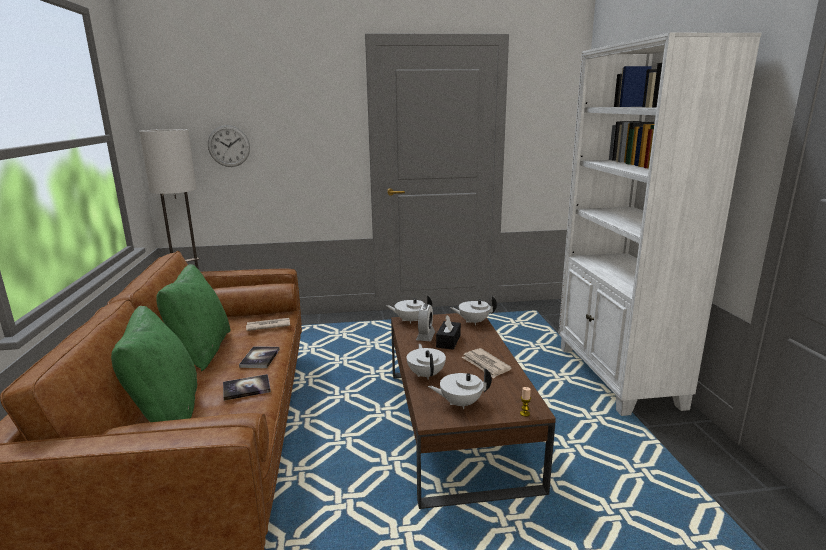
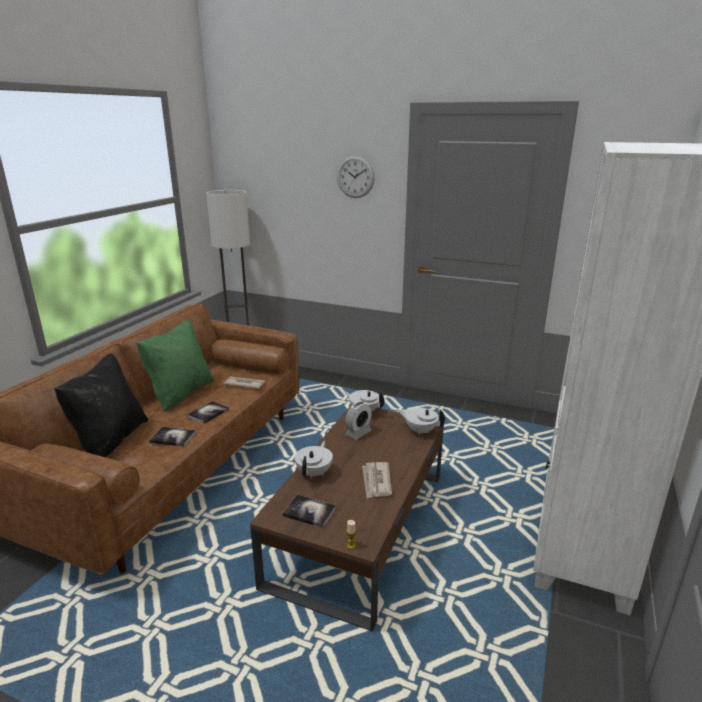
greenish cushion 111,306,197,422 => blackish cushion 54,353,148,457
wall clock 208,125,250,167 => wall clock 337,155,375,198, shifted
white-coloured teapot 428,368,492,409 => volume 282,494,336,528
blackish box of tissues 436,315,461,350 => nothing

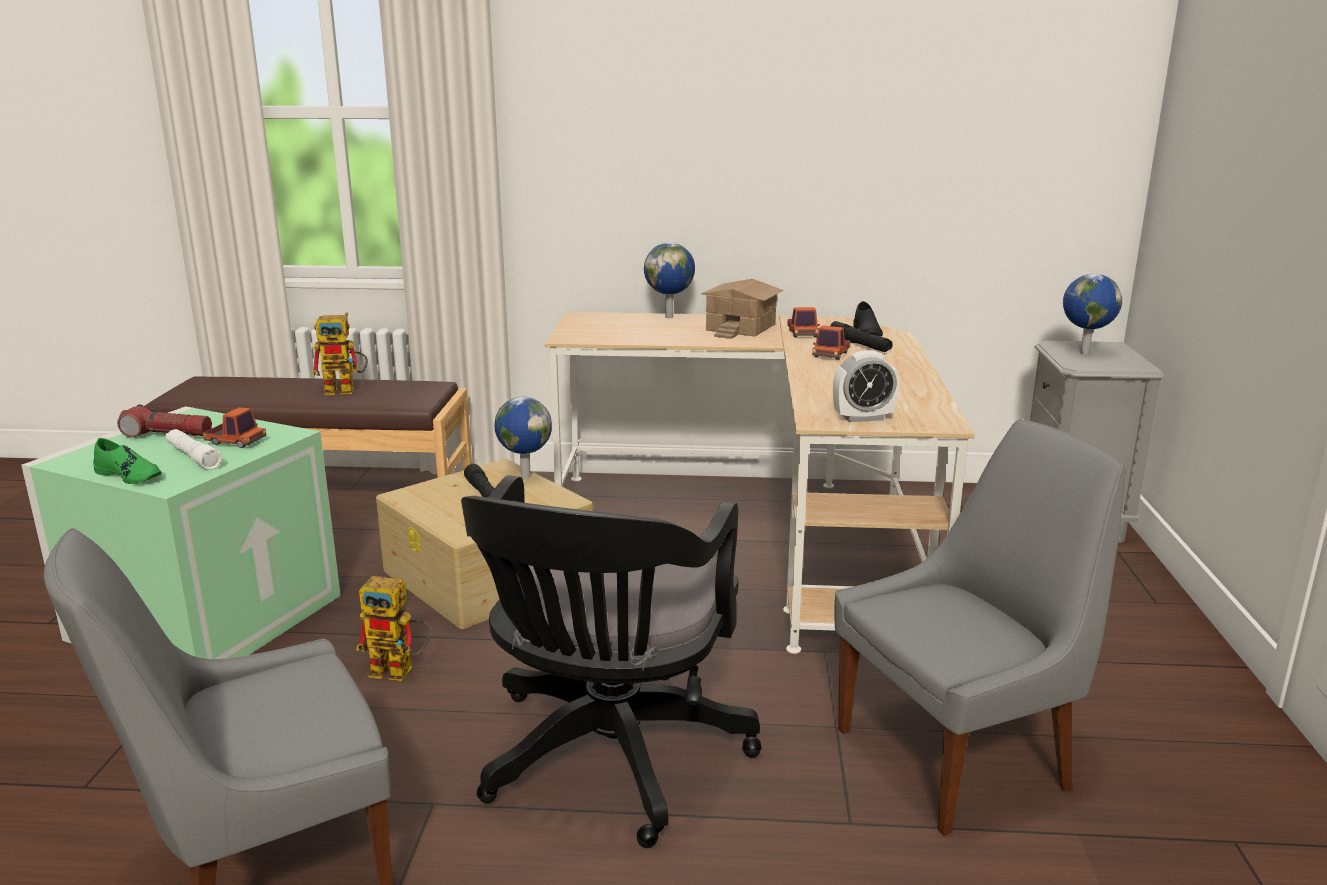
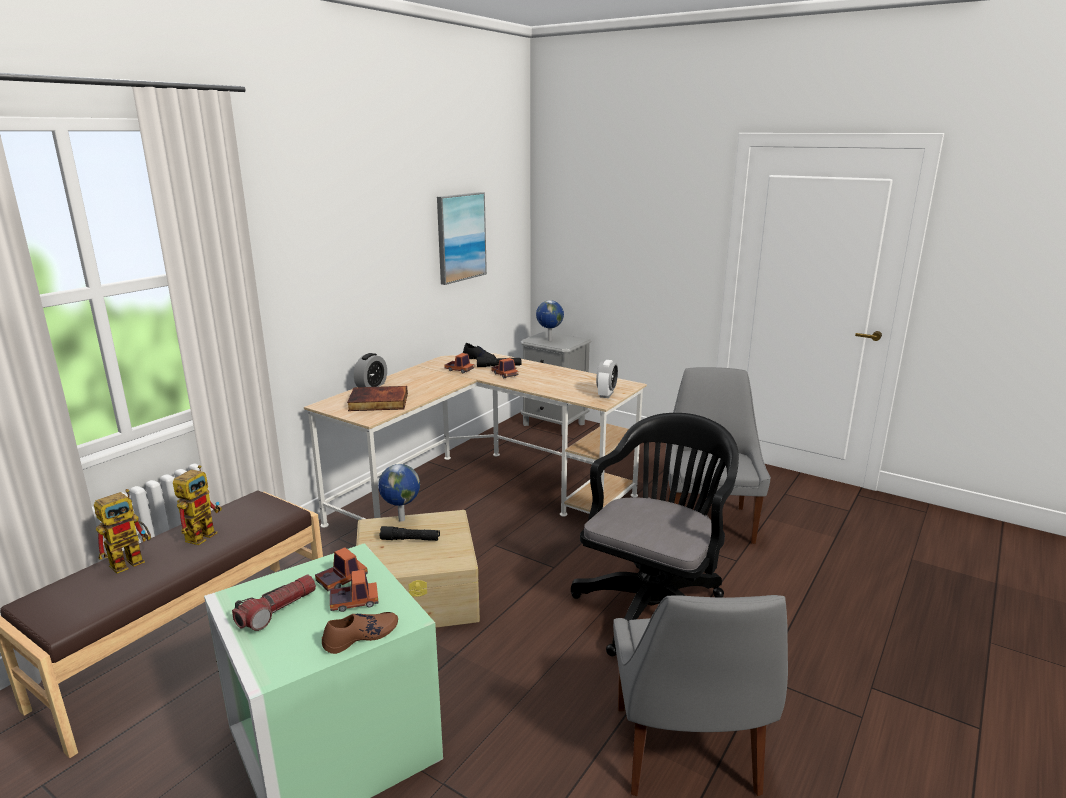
greenish item of footwear 93,438,162,484 => brownish item of footwear 322,612,398,654
white-coloured torch 165,429,222,470 => model truck 330,569,379,612
toy robot 356,576,432,681 => toy robot 94,489,151,574, shifted
blackish office chair 461,475,762,848 => blackish office chair 571,413,739,656, 105 degrees counterclockwise
world globe 644,242,695,318 => bedside clock 354,353,387,387
model house 701,279,784,339 => nothing
nothing => volume 347,386,408,411
nothing => picture 437,192,487,285

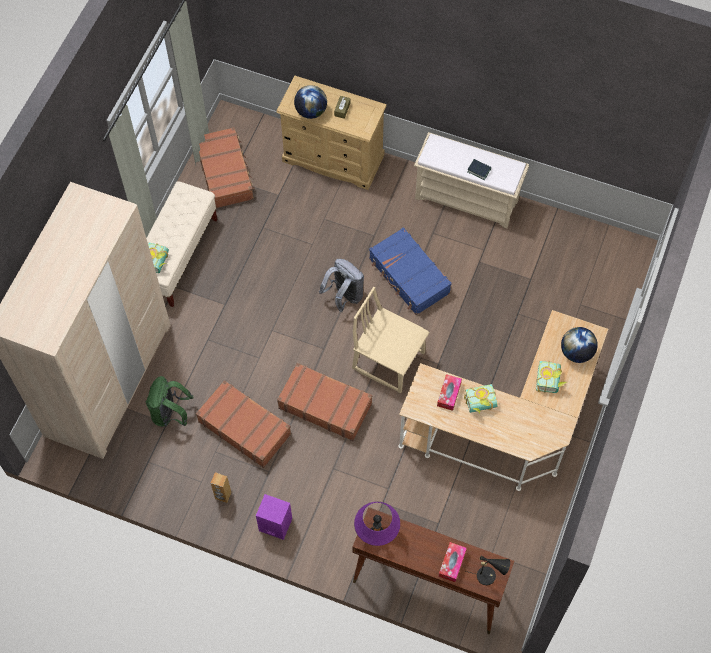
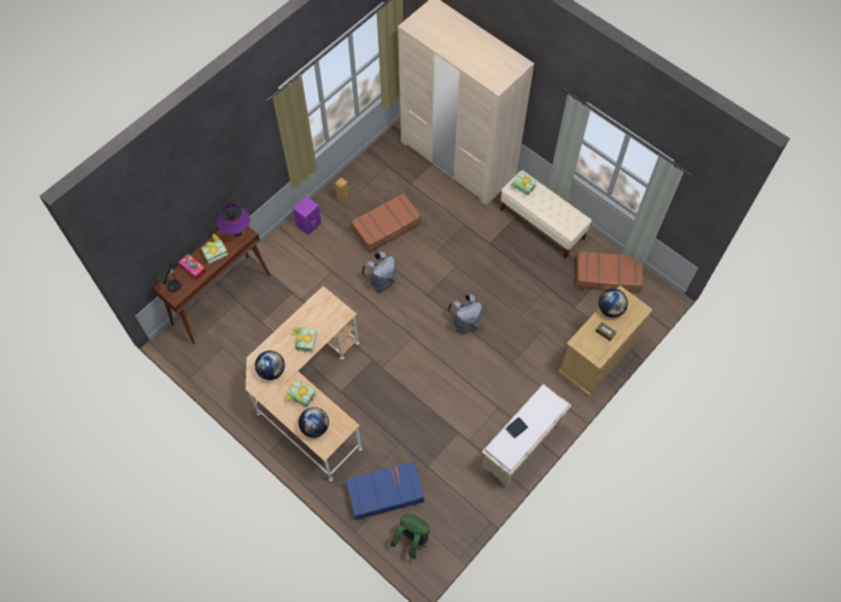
greenish knapsack 146,376,194,427 => greenish knapsack 390,514,430,560, shifted
brownish suitcase 277,363,372,441 => grey knapsack 361,251,397,293
sand-coloured chair 352,287,430,393 => nothing
blue suitcase 369,227,452,315 => blue suitcase 346,461,424,520, shifted
box of tissues 437,374,462,411 => nothing
nothing => volume 201,234,228,264
nothing => world globe 255,351,285,380

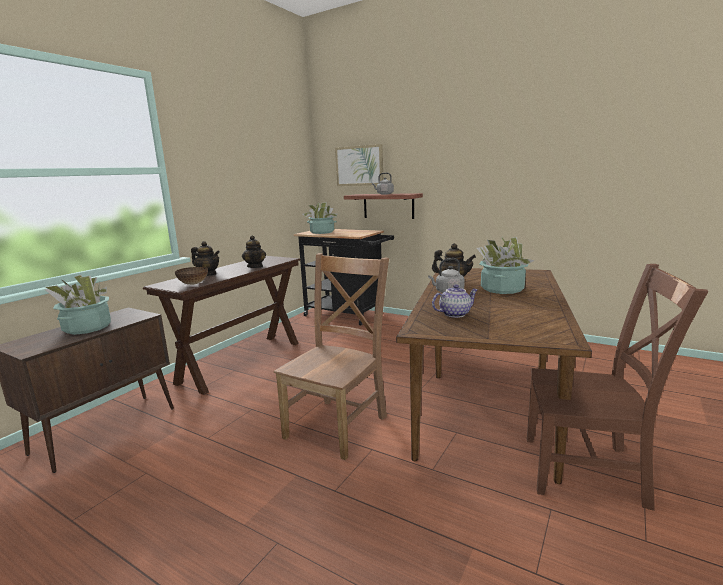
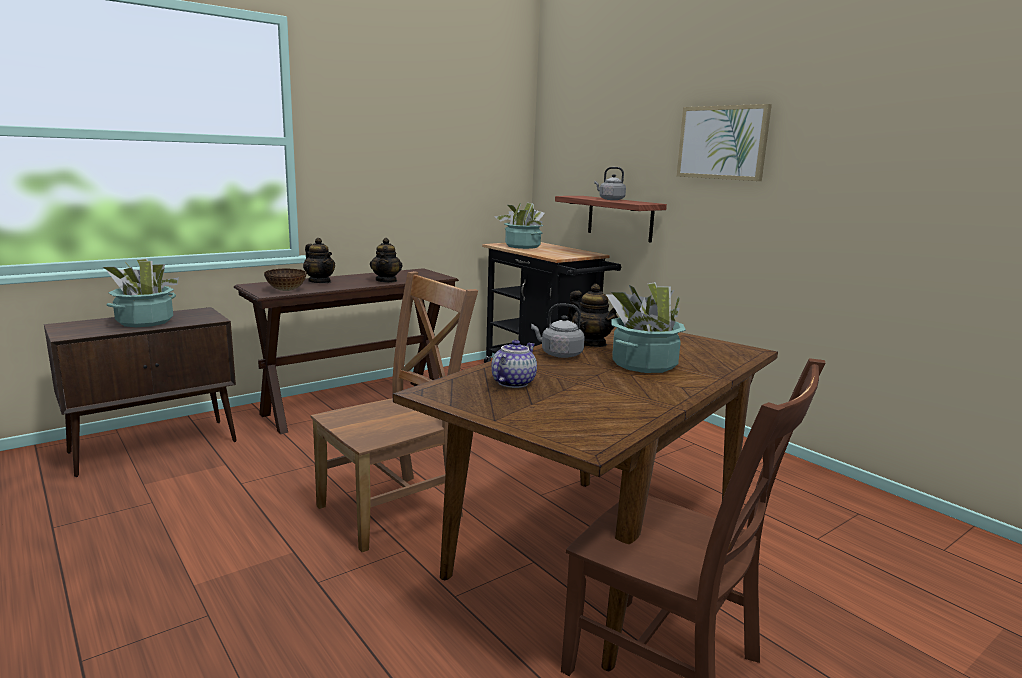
picture 335,144,383,186 => picture 677,104,772,181, shifted
teapot 432,285,478,318 => teapot 491,340,537,388, 60 degrees counterclockwise

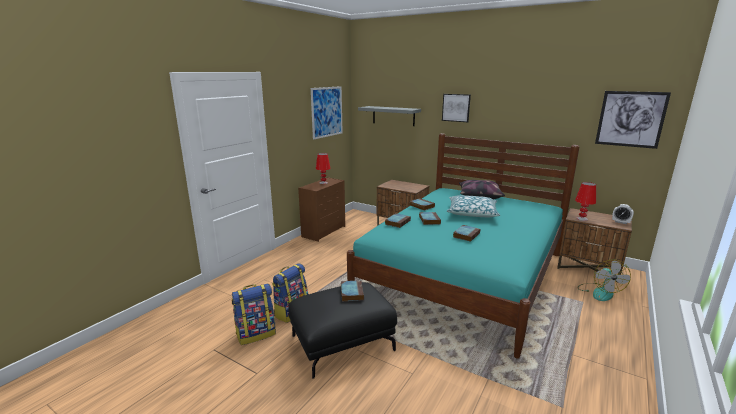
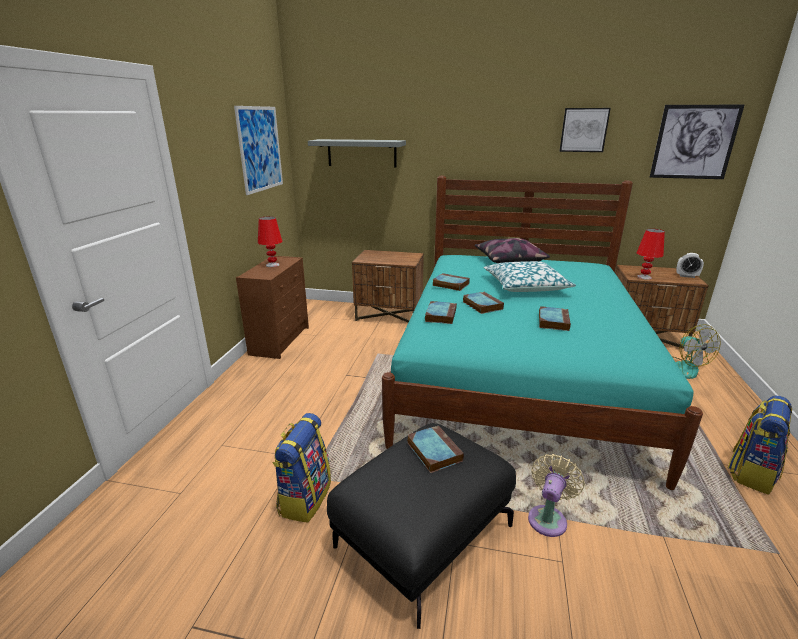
knapsack 232,284,276,345 => knapsack 728,396,792,495, shifted
picture 442,94,471,122 => picture 559,108,611,152, shifted
nothing => sand-coloured electric fan 528,454,585,537

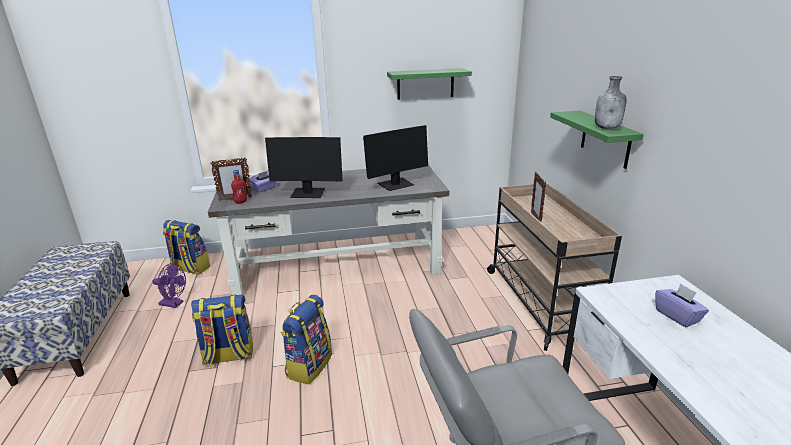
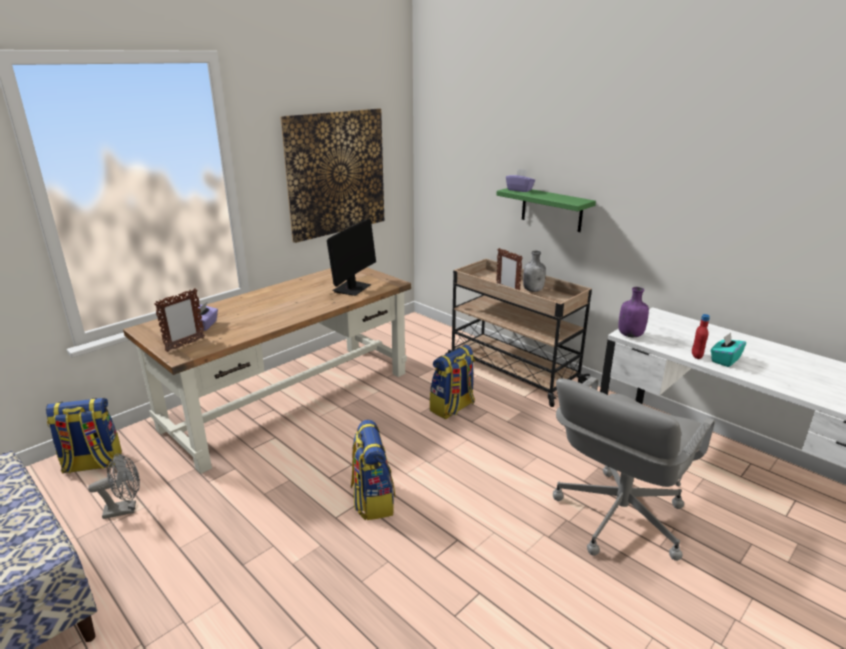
purplish electric fan 152,263,186,308 => grey electric fan 88,453,140,519
knapsack 191,295,253,365 => knapsack 430,345,475,419, shifted
grey desk 208,165,449,295 => brownish desk 123,267,411,474
reddish beverage bottle 231,170,247,204 => reddish beverage bottle 692,314,710,359, shifted
computer screen 265,137,343,198 => nothing
greenish shelf 387,68,472,100 => picture 280,108,384,243
grey beverage bottle 595,76,627,129 => grey beverage bottle 523,251,546,292, shifted
purplish box of tissues 655,284,709,327 => purplish box of tissues 506,169,535,192, shifted
nothing => purplish beverage bottle 618,287,649,337
nothing => turquoise-coloured box of tissues 711,333,746,367

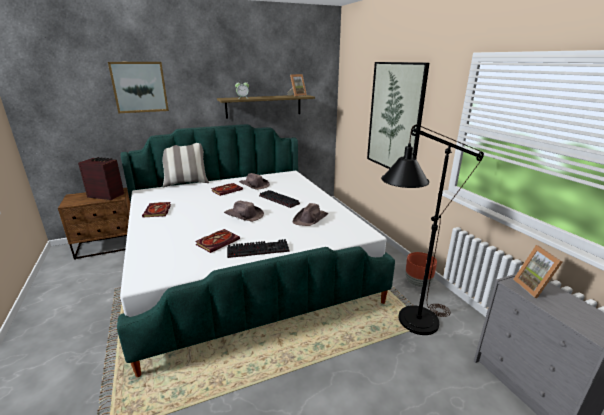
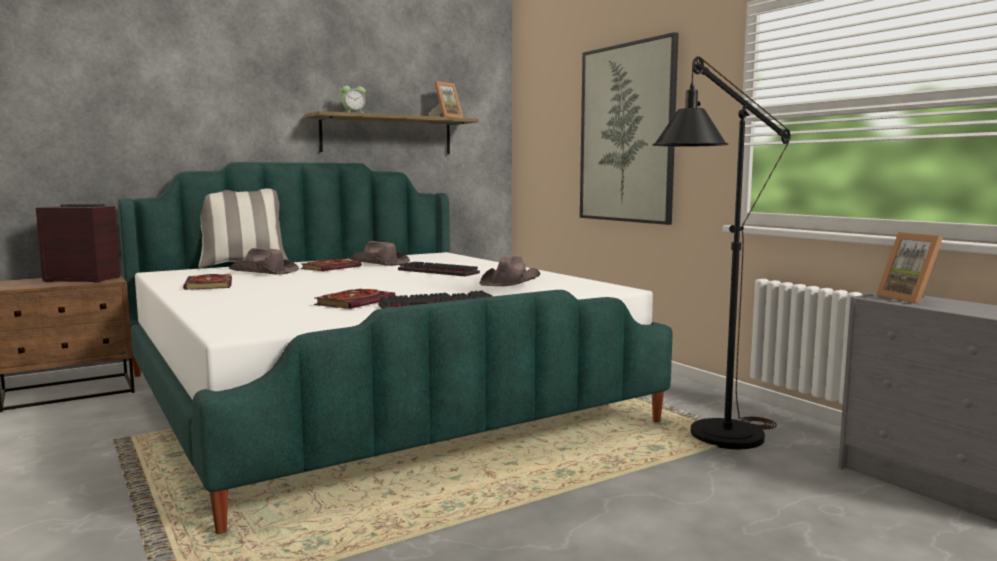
picture 108,62,169,113 => nothing
brownish hat 224,201,264,222 => brownish hat 229,248,299,274, shifted
brownish planter 405,252,437,287 => nothing

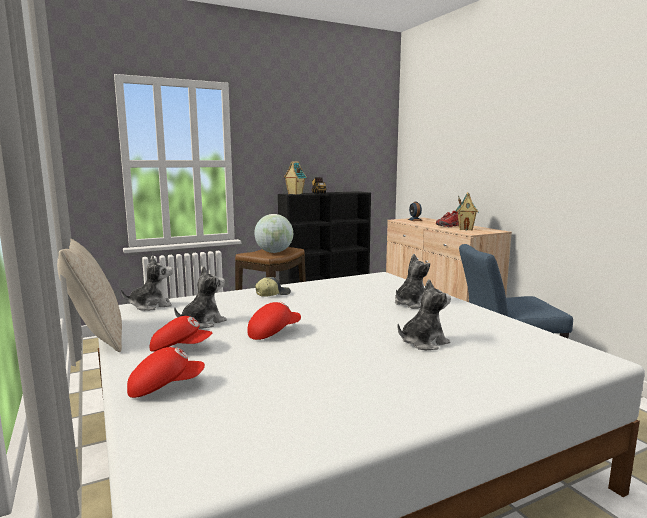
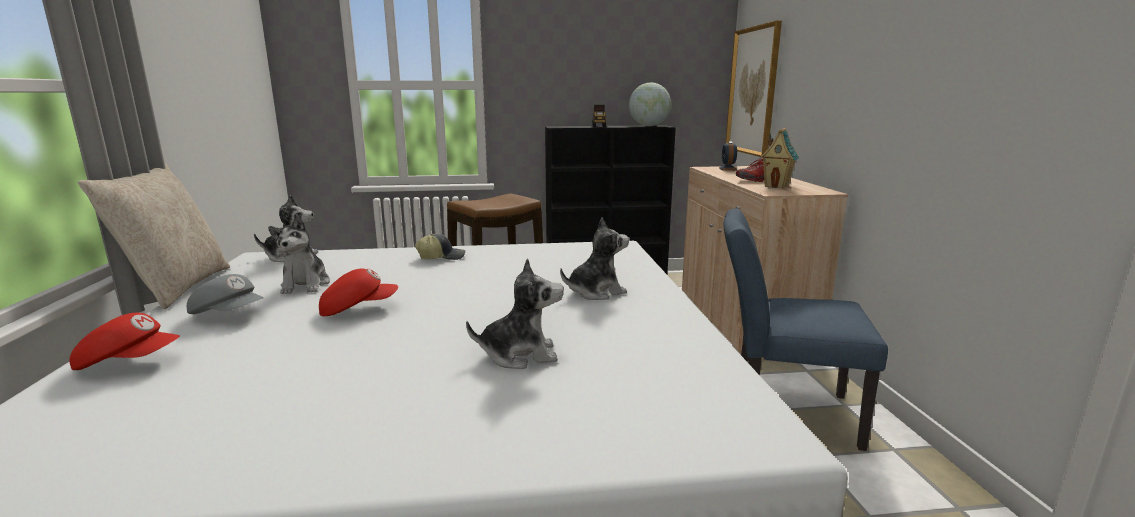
reddish peaked cap 150,316,212,352 => grey peaked cap 187,274,264,314
cuddly toy 174,266,227,329 => cuddly toy 268,215,330,294, 105 degrees clockwise
world globe 254,214,293,253 => world globe 629,83,671,126, shifted
model house 284,162,307,195 => nothing
nothing => picture 725,21,782,157

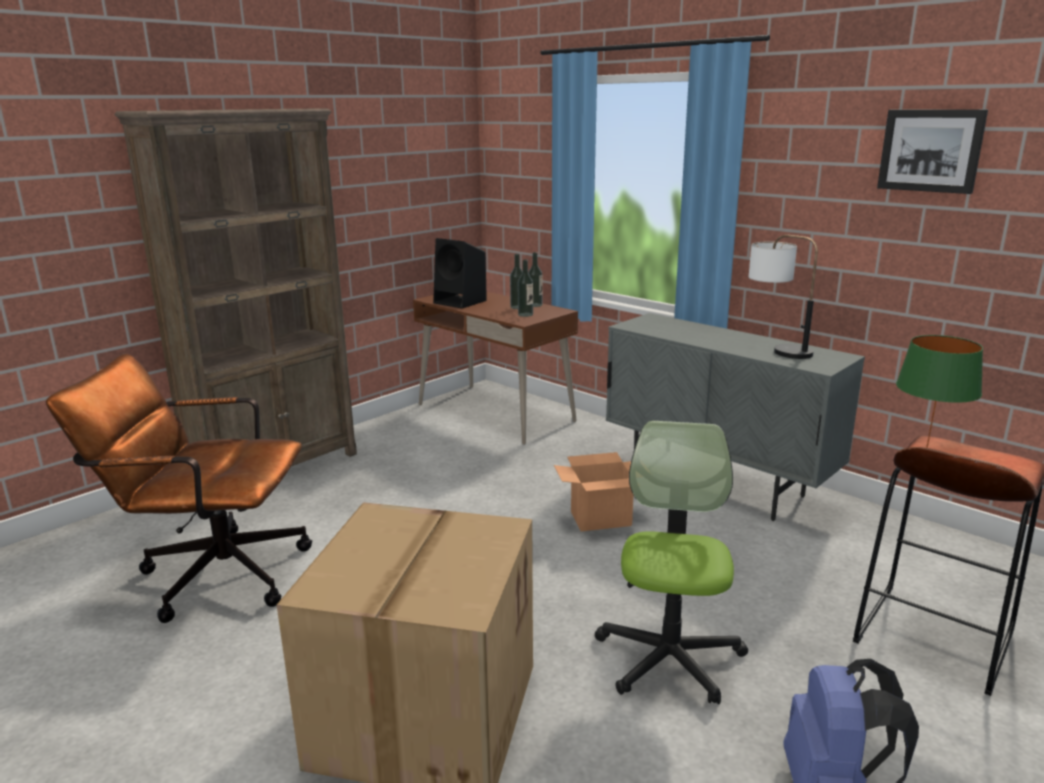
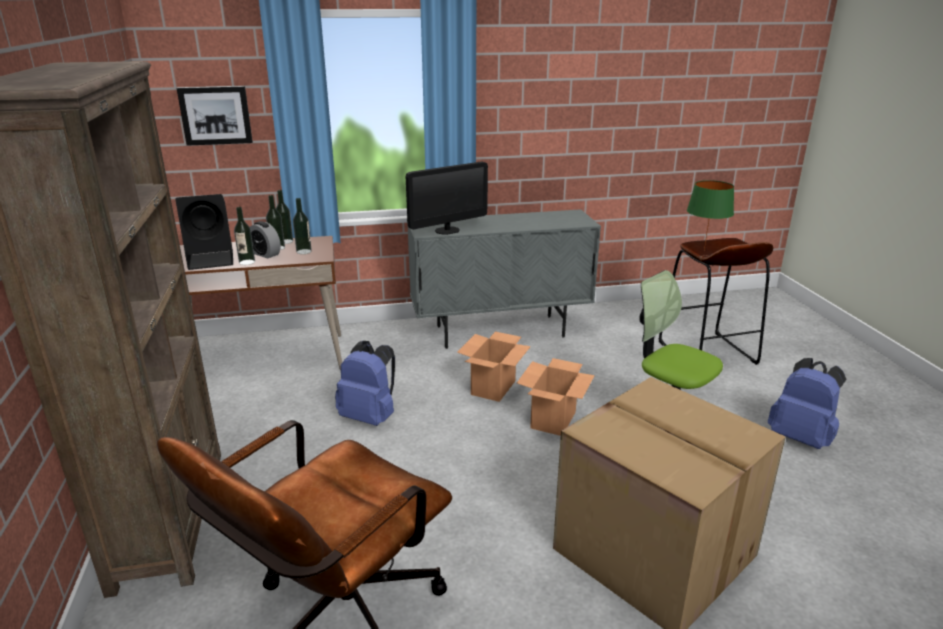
tabletop lamp 749,235,818,359 => nothing
picture 877,109,988,194 => picture 177,86,253,146, shifted
nothing => beverage bottle 234,207,255,265
nothing => bedside clock 250,221,281,258
nothing => blue knapsack 335,341,395,426
nothing => computer screen 406,161,488,235
nothing => carton 517,358,595,436

